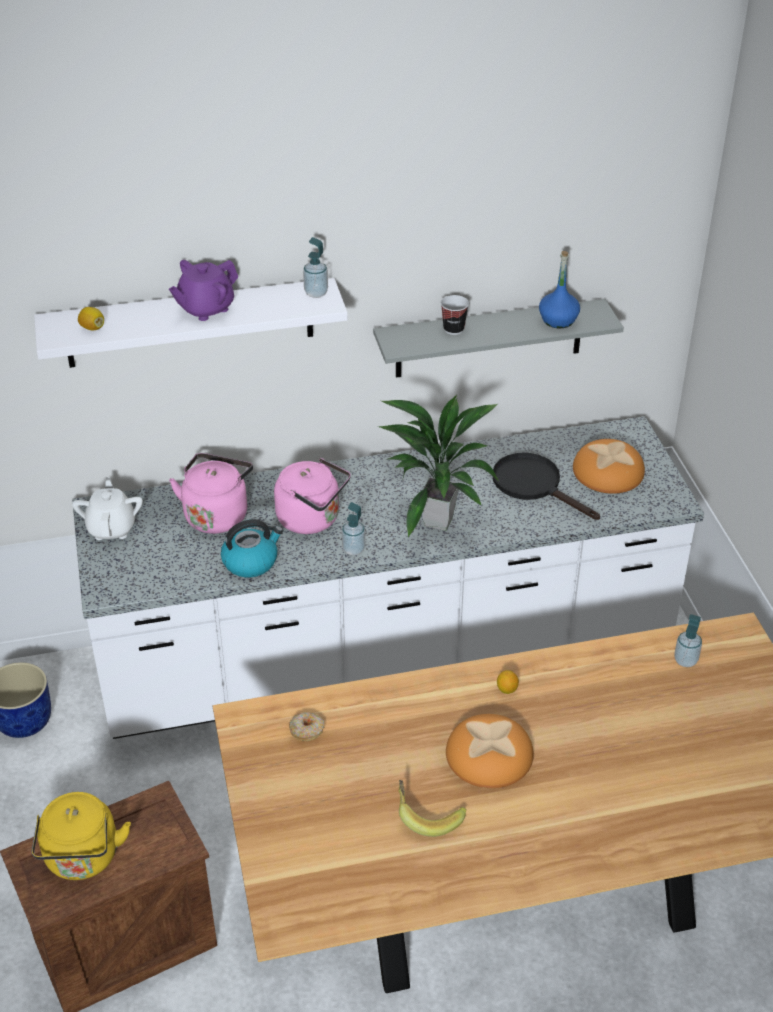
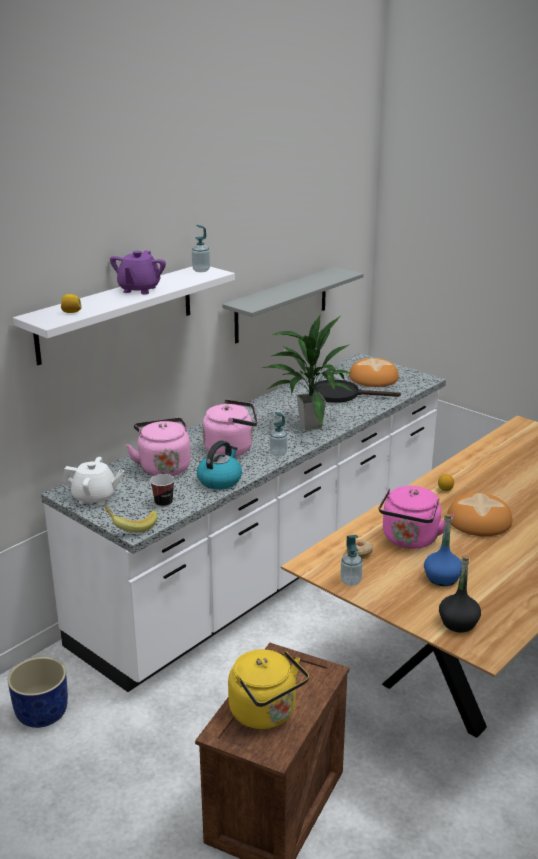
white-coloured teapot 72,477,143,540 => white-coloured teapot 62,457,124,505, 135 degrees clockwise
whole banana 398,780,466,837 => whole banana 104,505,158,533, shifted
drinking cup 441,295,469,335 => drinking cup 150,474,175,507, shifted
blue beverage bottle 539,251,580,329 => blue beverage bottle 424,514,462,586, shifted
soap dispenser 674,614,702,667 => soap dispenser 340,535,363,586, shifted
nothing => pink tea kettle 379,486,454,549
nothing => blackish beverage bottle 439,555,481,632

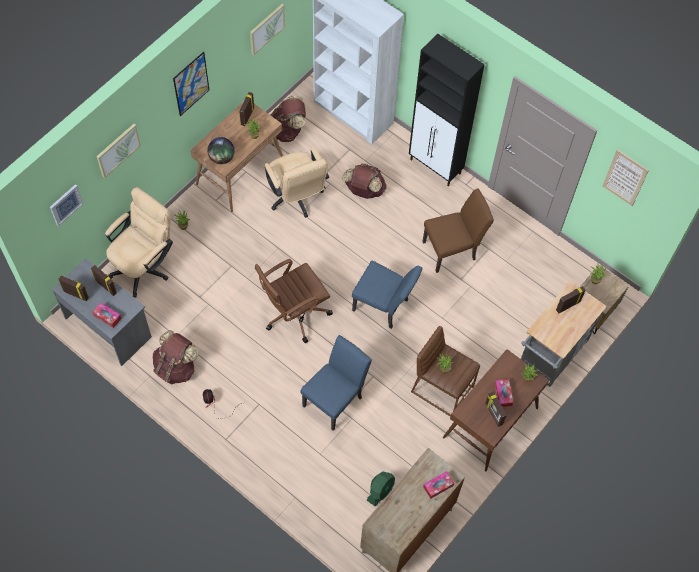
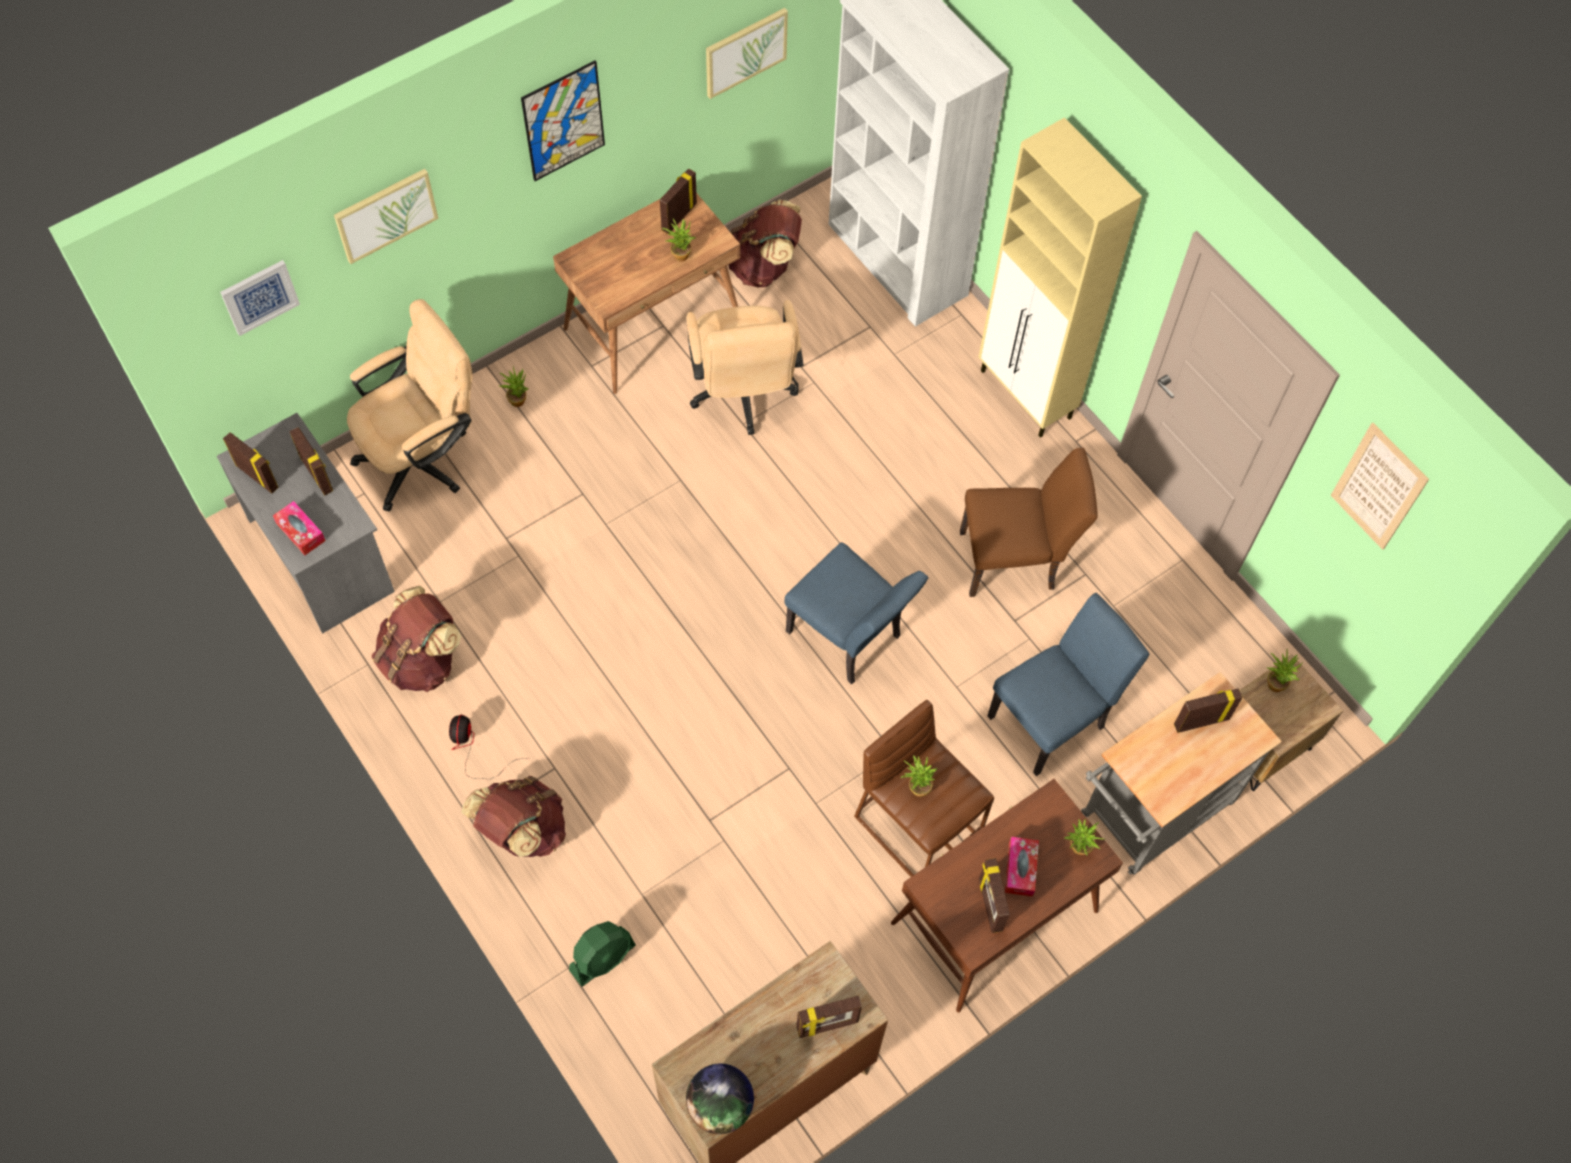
world globe 207,137,235,164 => world globe 686,1064,754,1134, shifted
brownish office chair 255,259,333,343 => nothing
blue chair 301,335,372,431 => blue chair 987,593,1149,776, shifted
brownish knapsack 343,164,386,199 => brownish knapsack 461,776,566,857, shifted
greenish electric fan 367,471,395,507 => greenish electric fan 569,921,636,986, shifted
blackish cupboard 409,34,485,187 => sand-coloured cupboard 978,117,1142,438
box of tissues 423,471,454,499 => photo frame 796,996,862,1038

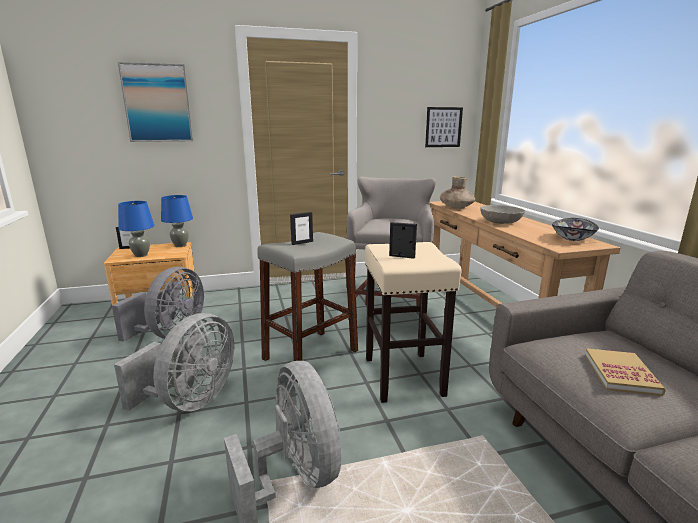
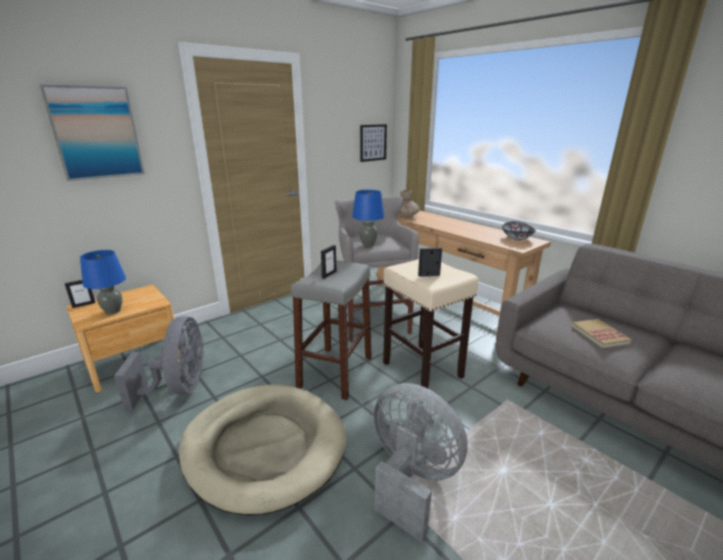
grey electric fan 114,313,234,411 => sand-coloured dog bed 179,384,346,516
blue tabletop lamp 161,195,193,247 => blue tabletop lamp 352,190,385,246, shifted
grey bowl 481,205,525,224 => nothing

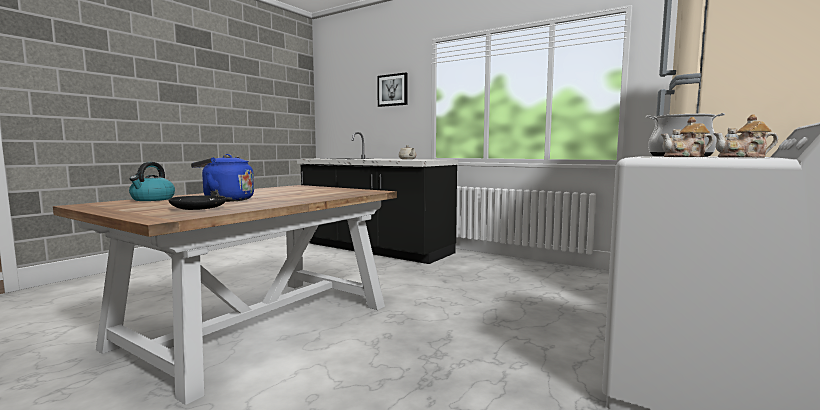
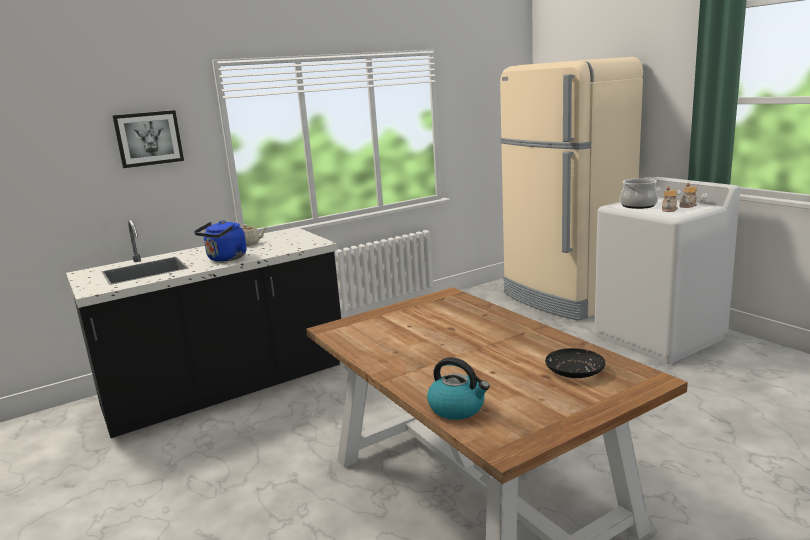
blue tea kettle 191,154,254,202 => blue tea kettle 194,220,246,262, shifted

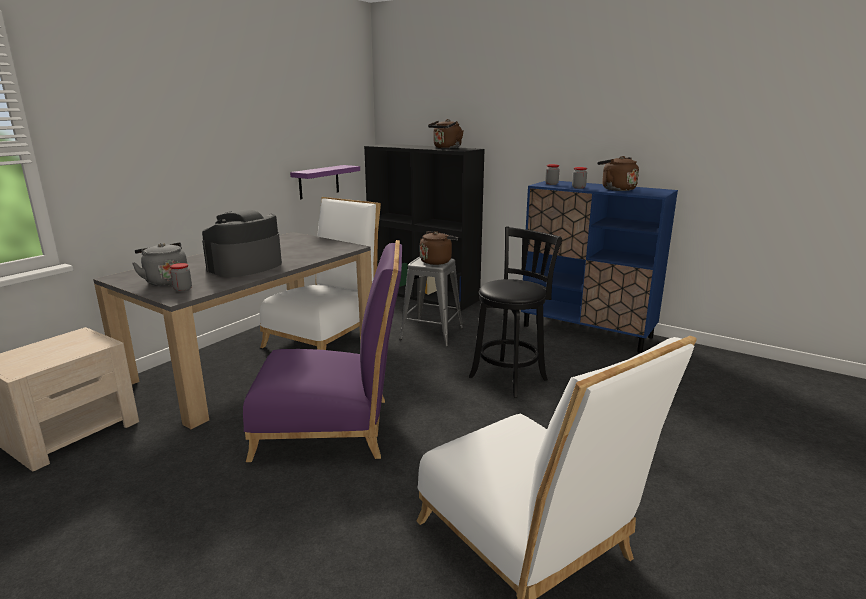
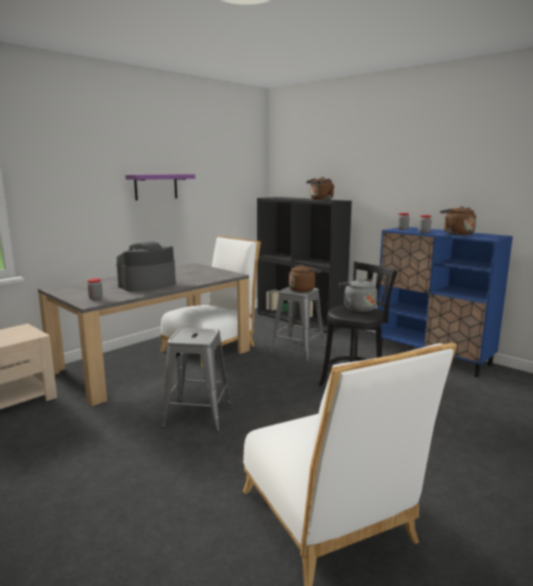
grey tea kettle 132,242,187,286 => grey tea kettle 339,279,377,312, shifted
purplish chair 243,240,402,462 => grey sitting stool 161,328,231,432
purplish shelf 290,165,360,199 => purplish shelf 125,174,195,201, shifted

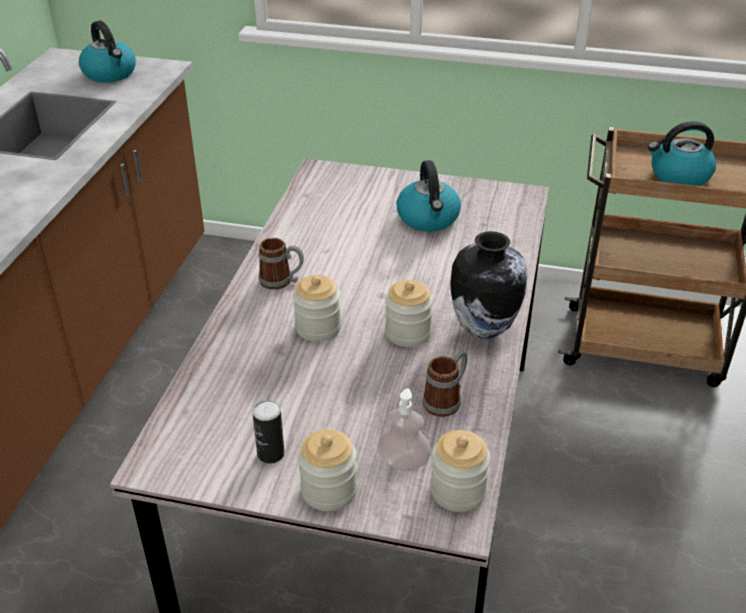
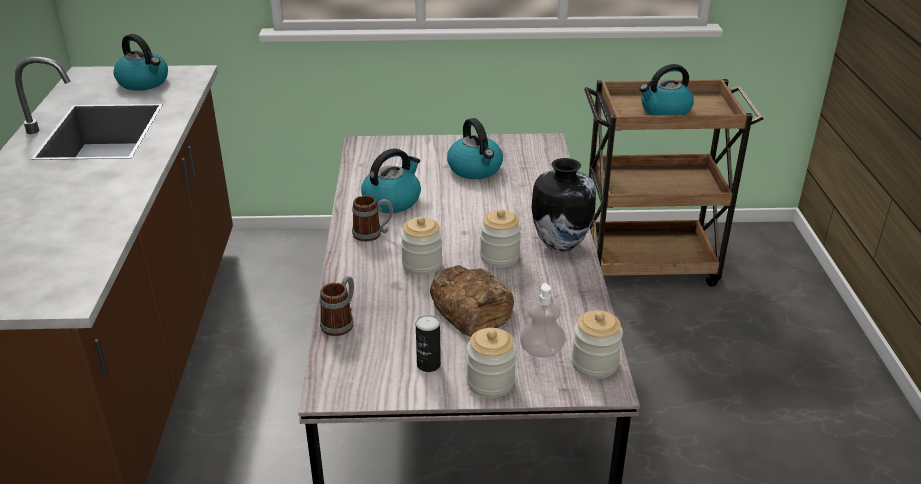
mug 422,350,468,417 => mug 320,276,354,336, shifted
nothing => tea kettle 361,148,421,213
nothing => bakery bread 430,265,514,337

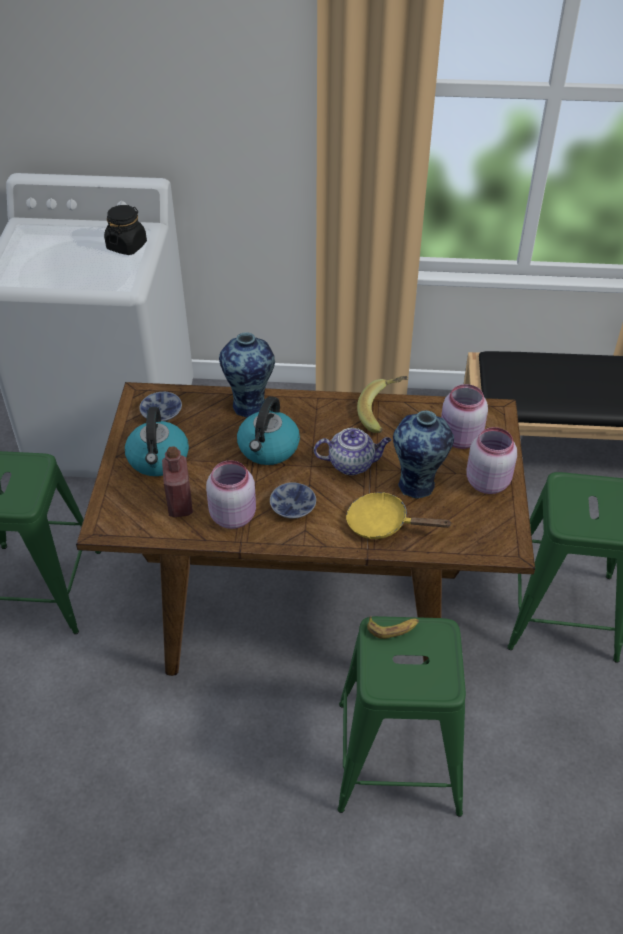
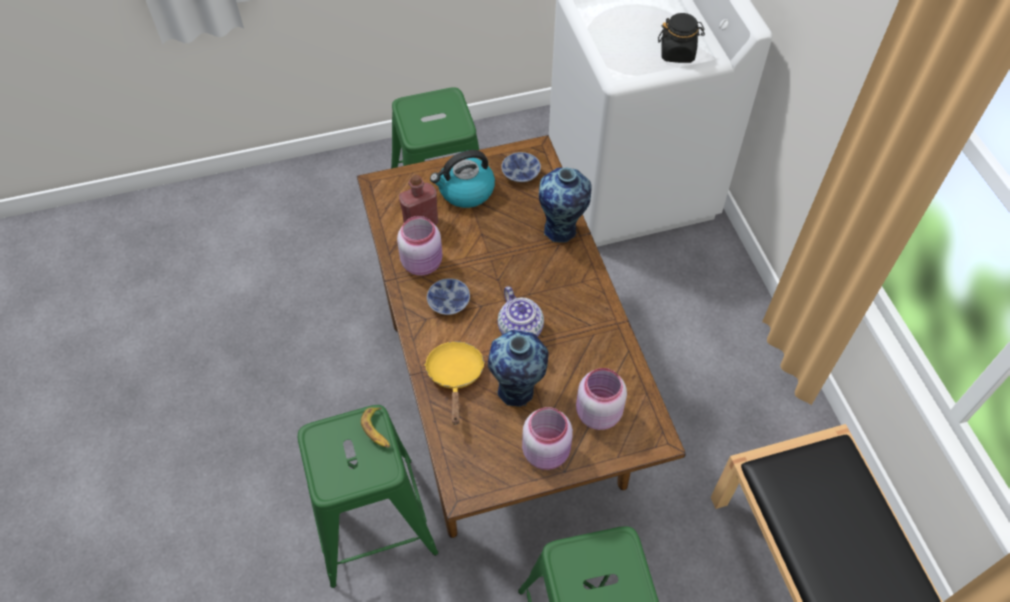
tea kettle 237,396,300,465 => nothing
whole banana 357,376,407,433 => nothing

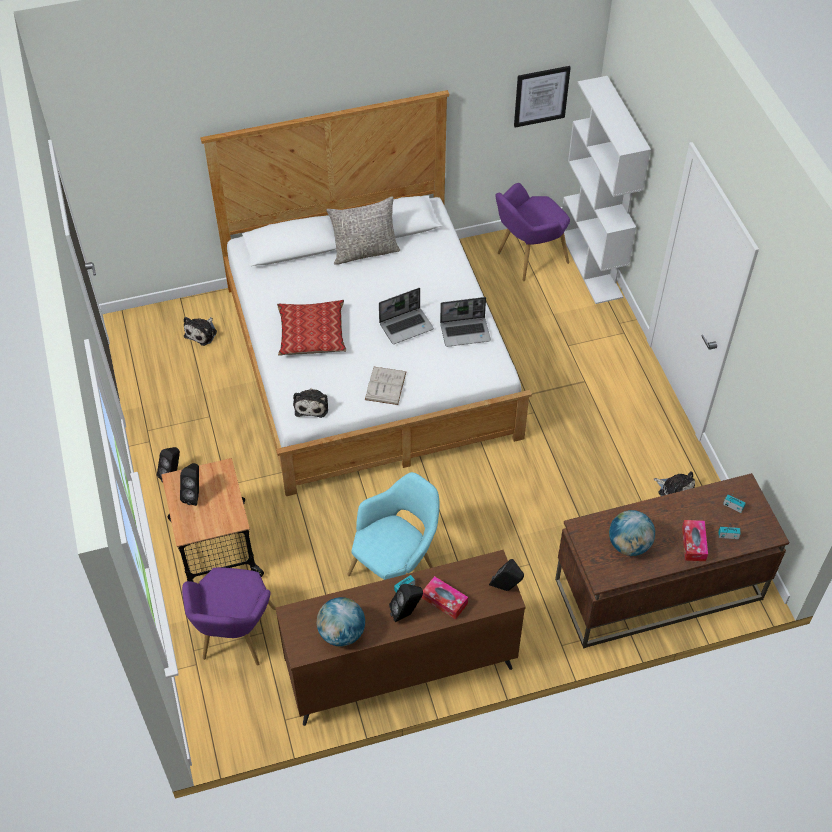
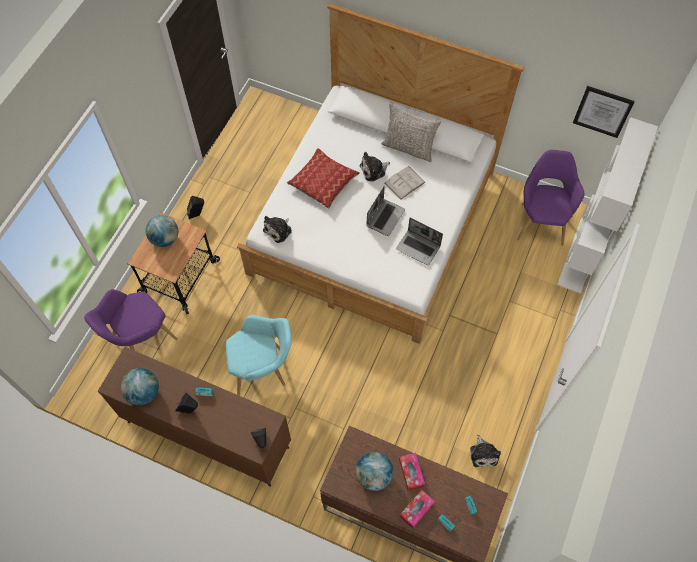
blackish speaker 180,463,199,506 => world globe 146,215,178,247
cuddly toy 184,317,217,346 => cuddly toy 359,152,390,181, shifted
white-coloured volume 365,367,407,405 => white-coloured volume 384,166,426,200, shifted
portable computer 379,288,434,344 => portable computer 366,186,405,236, 75 degrees counterclockwise
box of tissues 422,576,468,620 => box of tissues 399,453,425,491, shifted
purplish armchair 495,183,570,281 => purplish armchair 517,150,584,246, 90 degrees clockwise

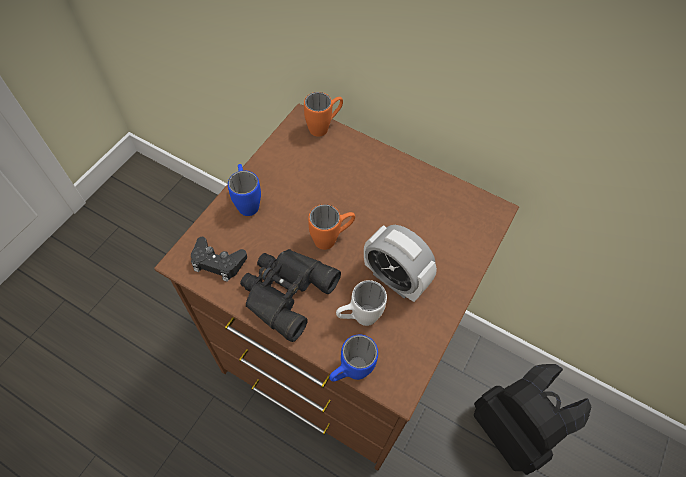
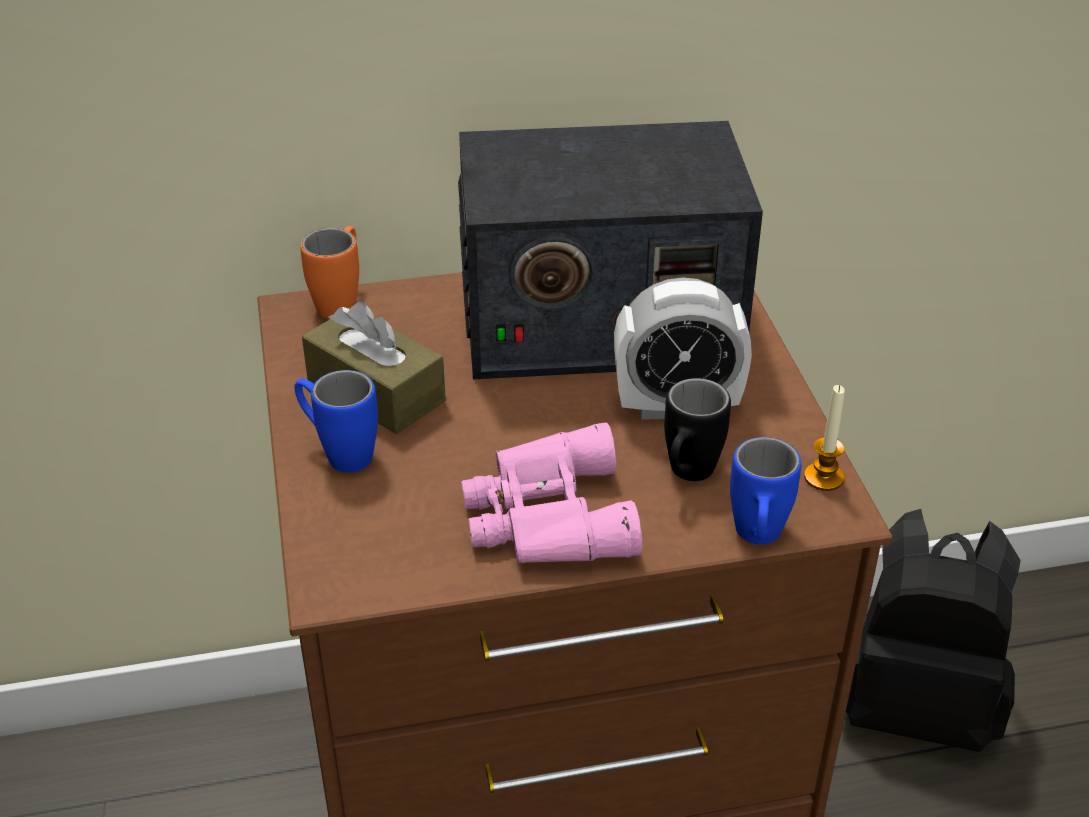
blackish gamepad 191,237,247,282 => nothing
blackish pair of binoculars 240,249,341,342 => pink pair of binoculars 461,422,642,563
orange-coloured mug 308,204,355,250 => nothing
white-coloured mug 336,280,387,326 => blackish mug 664,378,731,481
nothing => brownish box of tissues 302,301,446,434
nothing => radio receiver 458,121,763,379
nothing => candle 804,385,845,491

